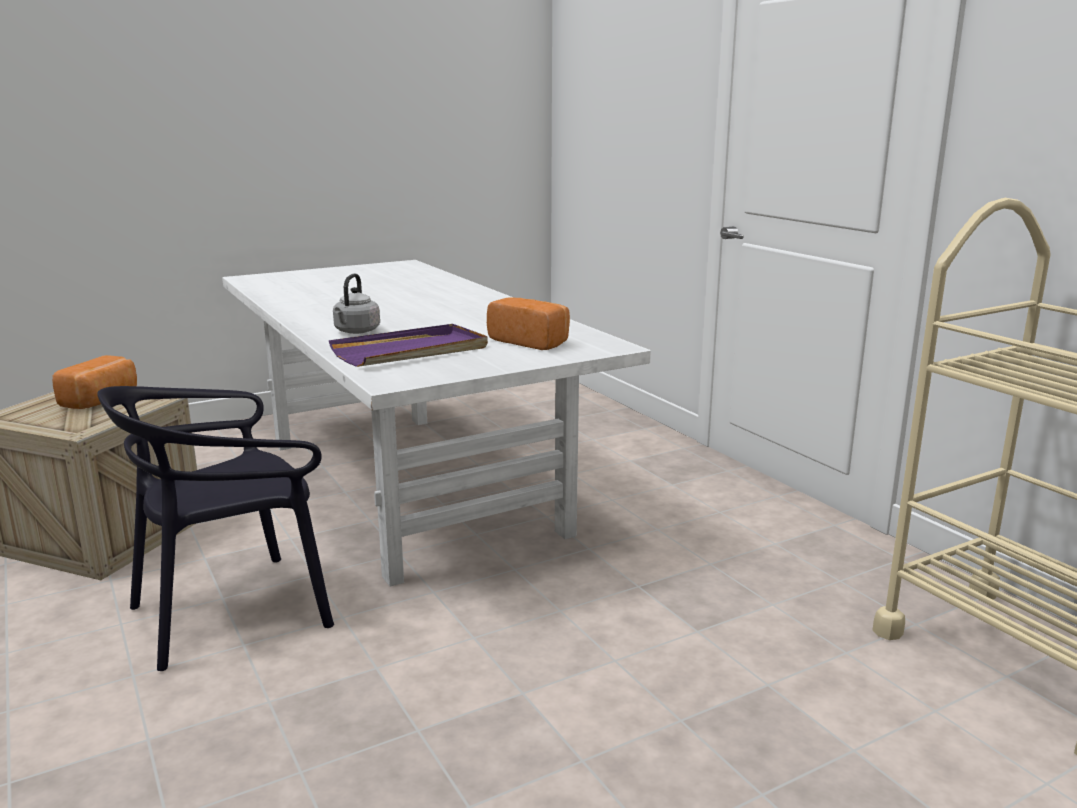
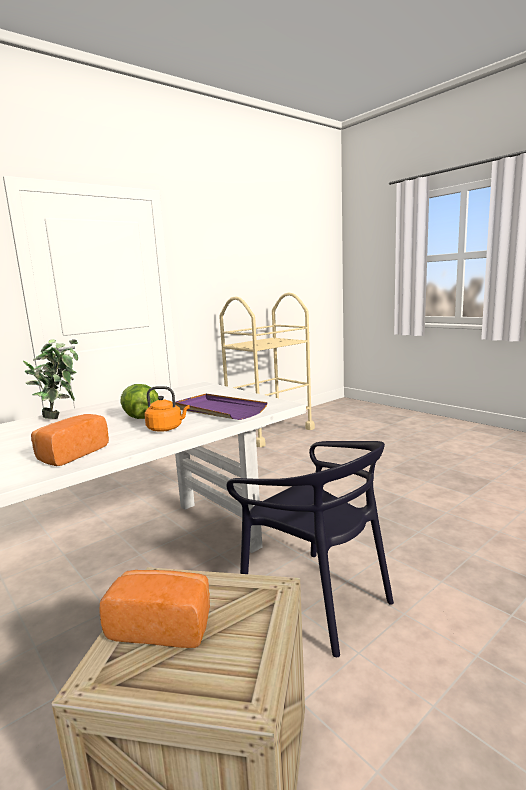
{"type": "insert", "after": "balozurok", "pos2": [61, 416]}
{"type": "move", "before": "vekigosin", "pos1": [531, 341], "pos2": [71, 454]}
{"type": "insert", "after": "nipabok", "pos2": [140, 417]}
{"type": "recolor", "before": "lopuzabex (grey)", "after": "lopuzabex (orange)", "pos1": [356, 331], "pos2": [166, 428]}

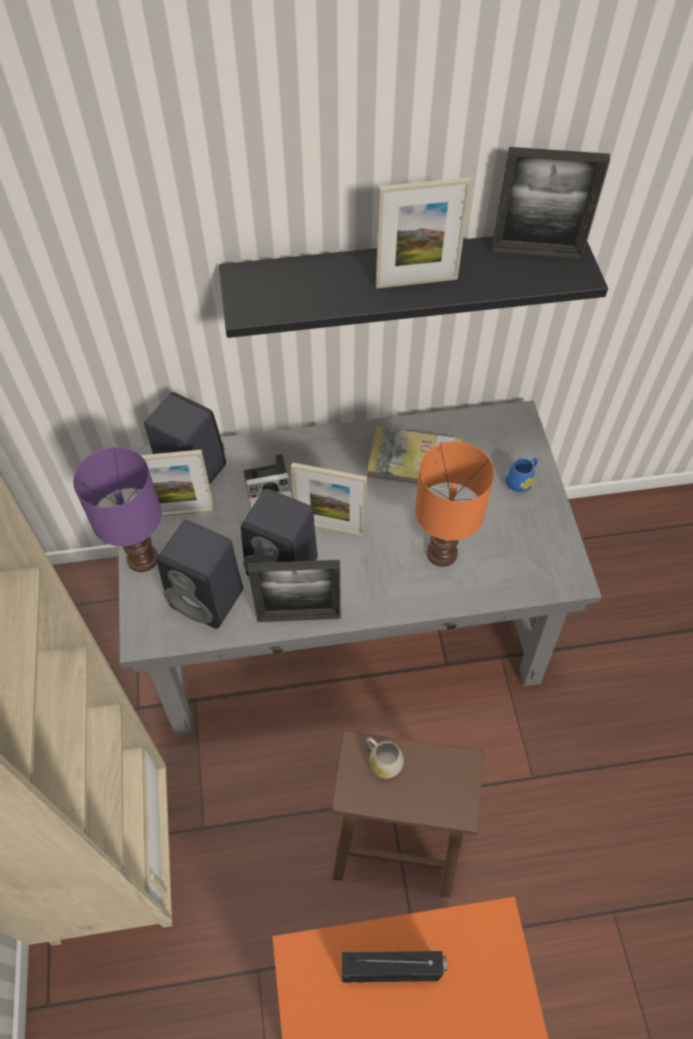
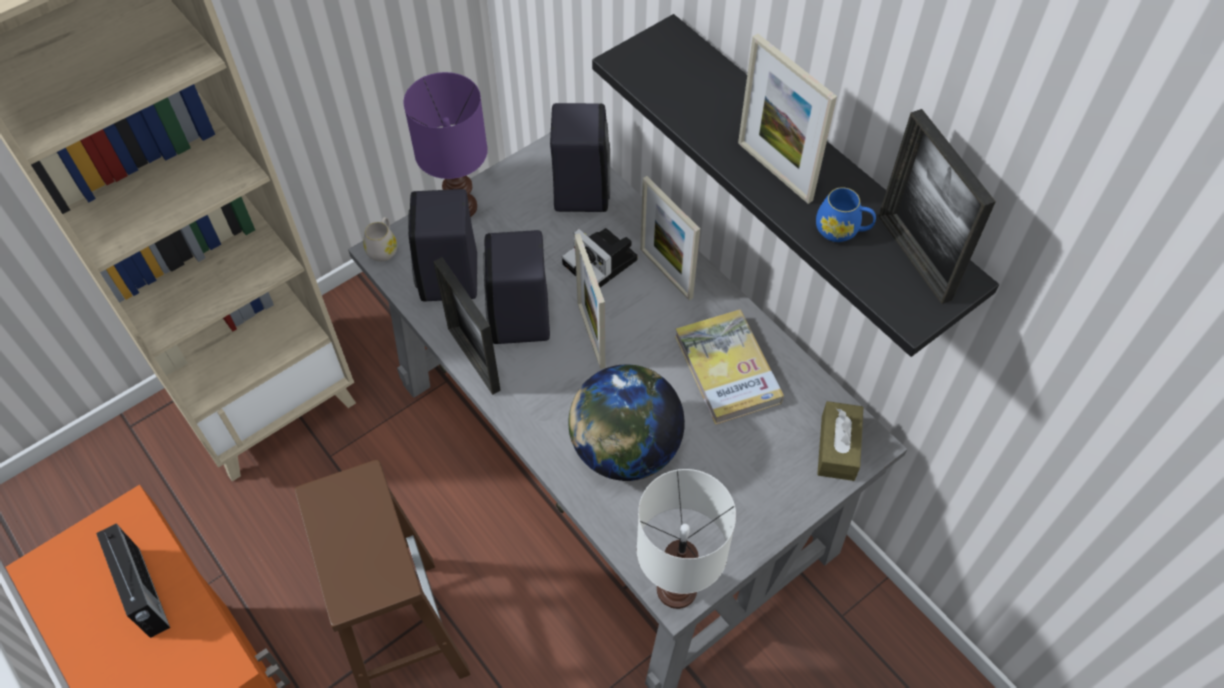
{"type": "move", "before": "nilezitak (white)", "pos1": [382, 760], "pos2": [383, 248]}
{"type": "replace", "before": "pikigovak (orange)", "after": "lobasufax", "pos1": [442, 554], "pos2": [625, 449]}
{"type": "insert", "after": "pikigovak (white)", "pos2": [677, 587]}
{"type": "move", "before": "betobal", "pos1": [180, 512], "pos2": [666, 273]}
{"type": "move", "before": "nilezitak (blue)", "pos1": [521, 481], "pos2": [842, 230]}
{"type": "insert", "after": "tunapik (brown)", "pos2": [837, 447]}

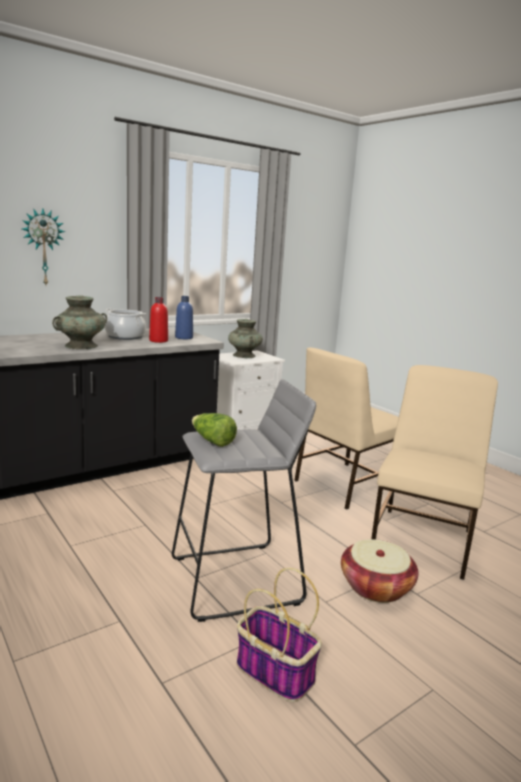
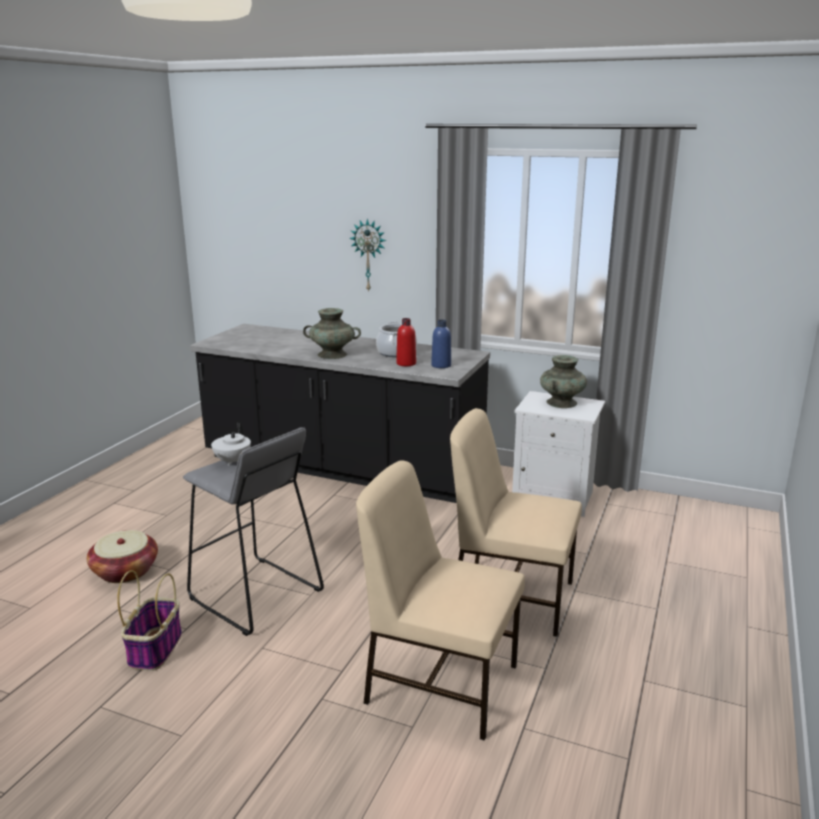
{"type": "move", "before": "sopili", "pos1": [376, 587], "pos2": [125, 571]}
{"type": "replace", "before": "nipabok", "after": "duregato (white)", "pos1": [212, 441], "pos2": [232, 461]}
{"type": "rotate", "before": "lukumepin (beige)", "pos1": [423, 540], "pos2": [439, 682], "turn": -150}

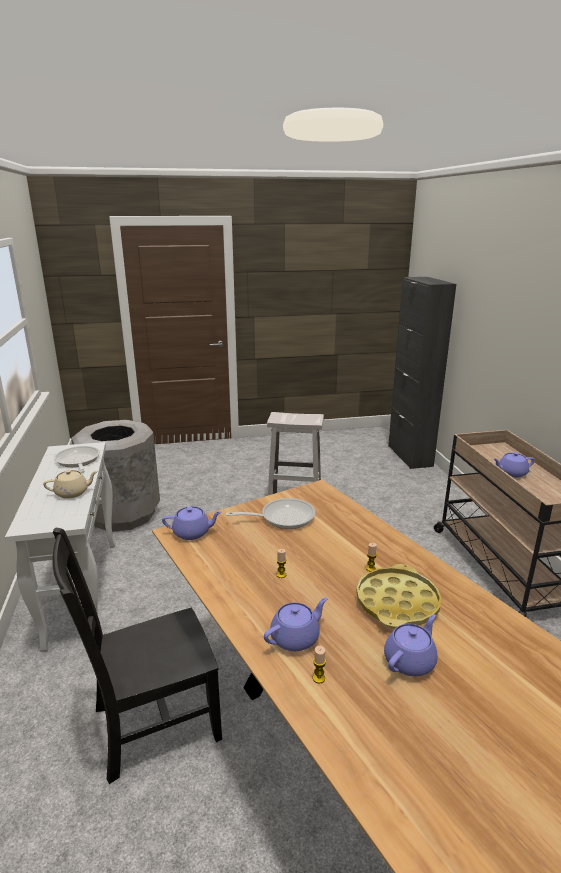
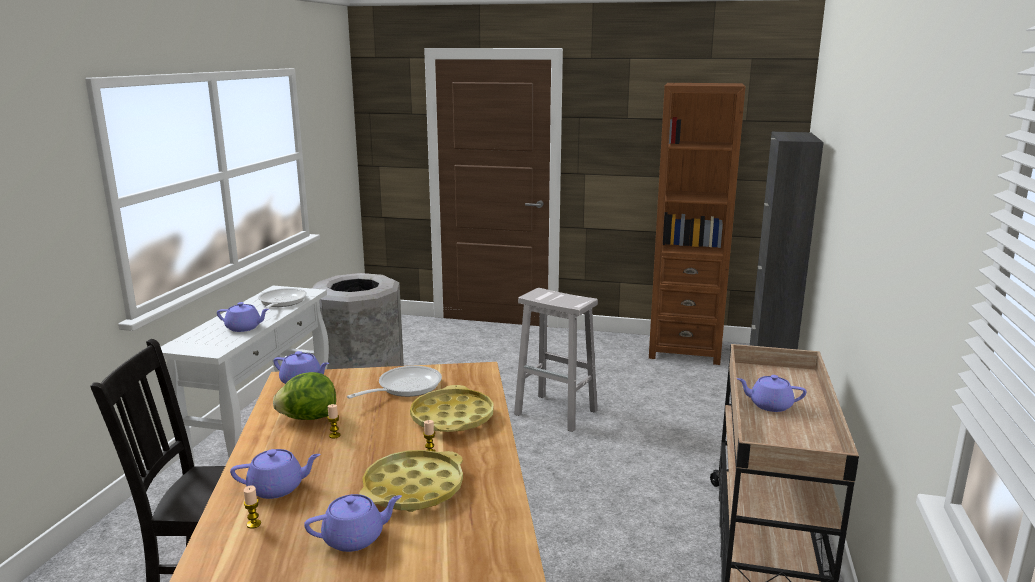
{"type": "recolor", "before": "duregato (beige)", "after": "duregato (purple)", "pos1": [73, 493], "pos2": [244, 328]}
{"type": "insert", "after": "nipabok", "pos2": [308, 418]}
{"type": "rotate", "before": "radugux", "pos1": [282, 517], "pos2": [404, 387], "turn": -60}
{"type": "insert", "after": "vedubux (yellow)", "pos2": [452, 417]}
{"type": "insert", "after": "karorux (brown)", "pos2": [684, 350]}

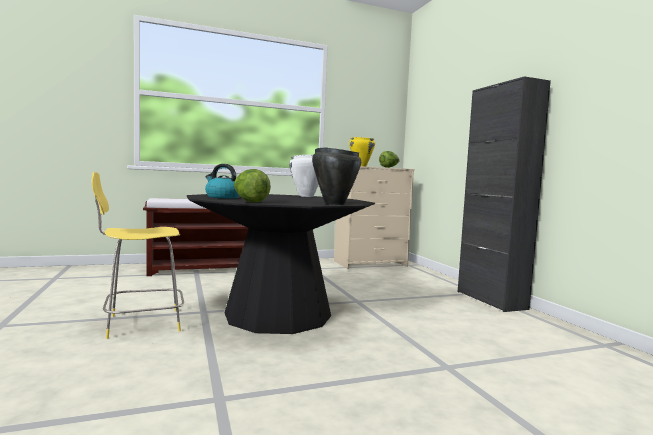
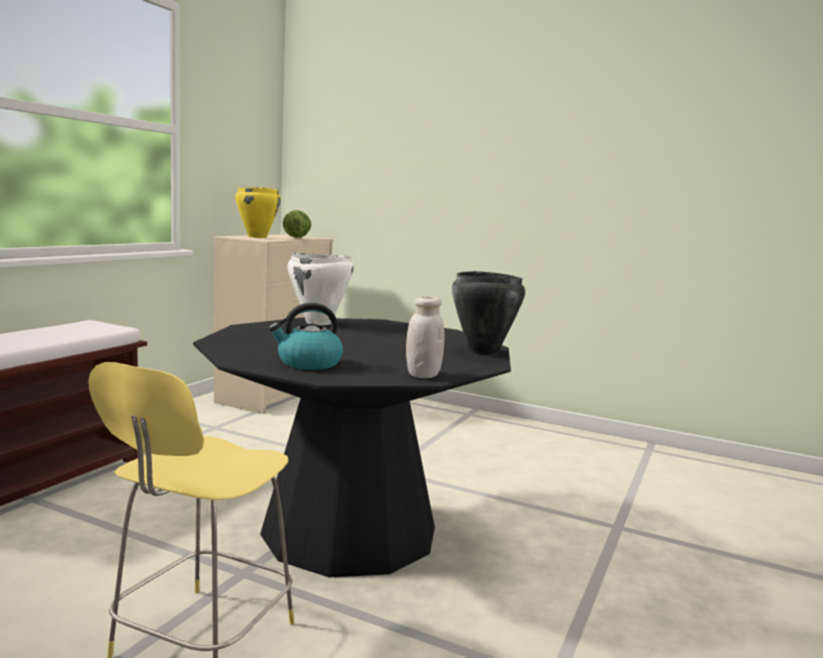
{"type": "replace", "before": "nipabok", "after": "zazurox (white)", "pos1": [250, 202], "pos2": [423, 375]}
{"type": "delete", "before": "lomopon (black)", "pos1": [491, 300]}

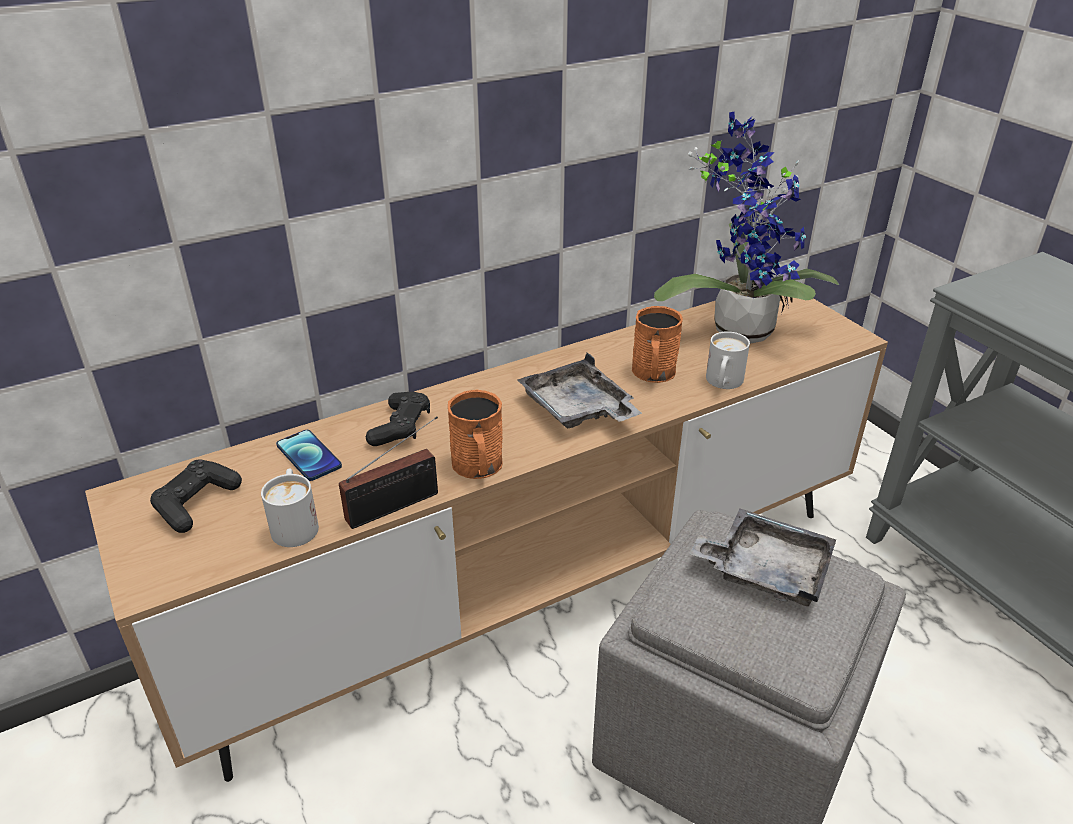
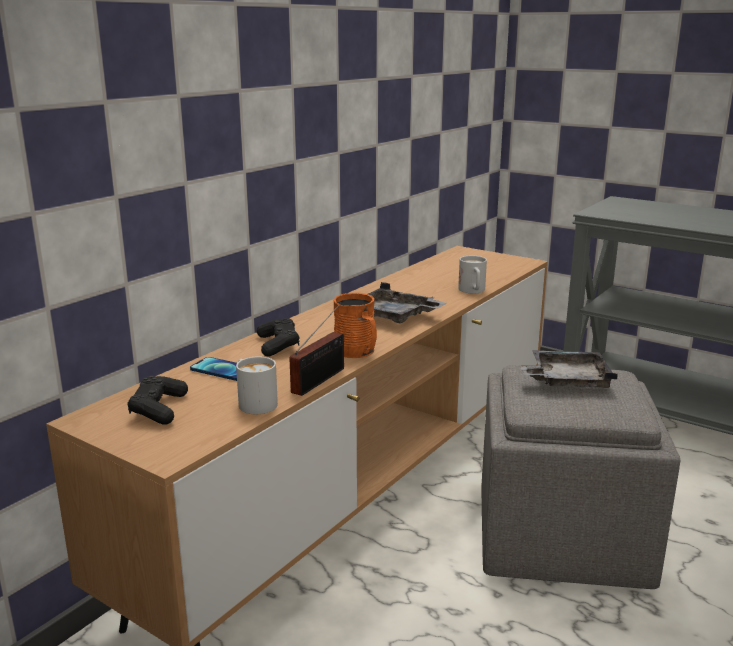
{"type": "delete", "before": "nilezitak (orange)", "pos1": [653, 374]}
{"type": "delete", "before": "balozurok", "pos1": [738, 327]}

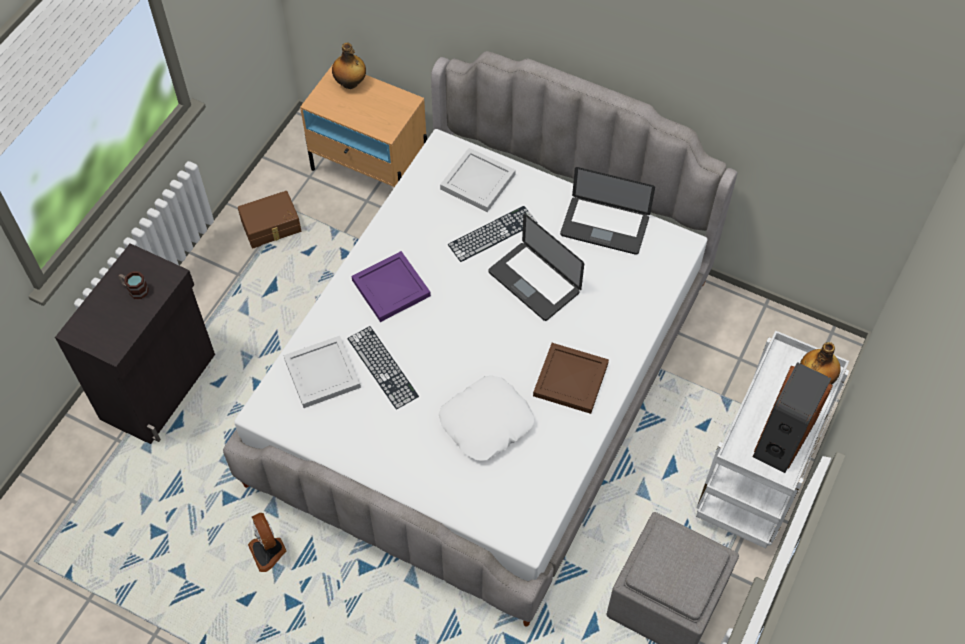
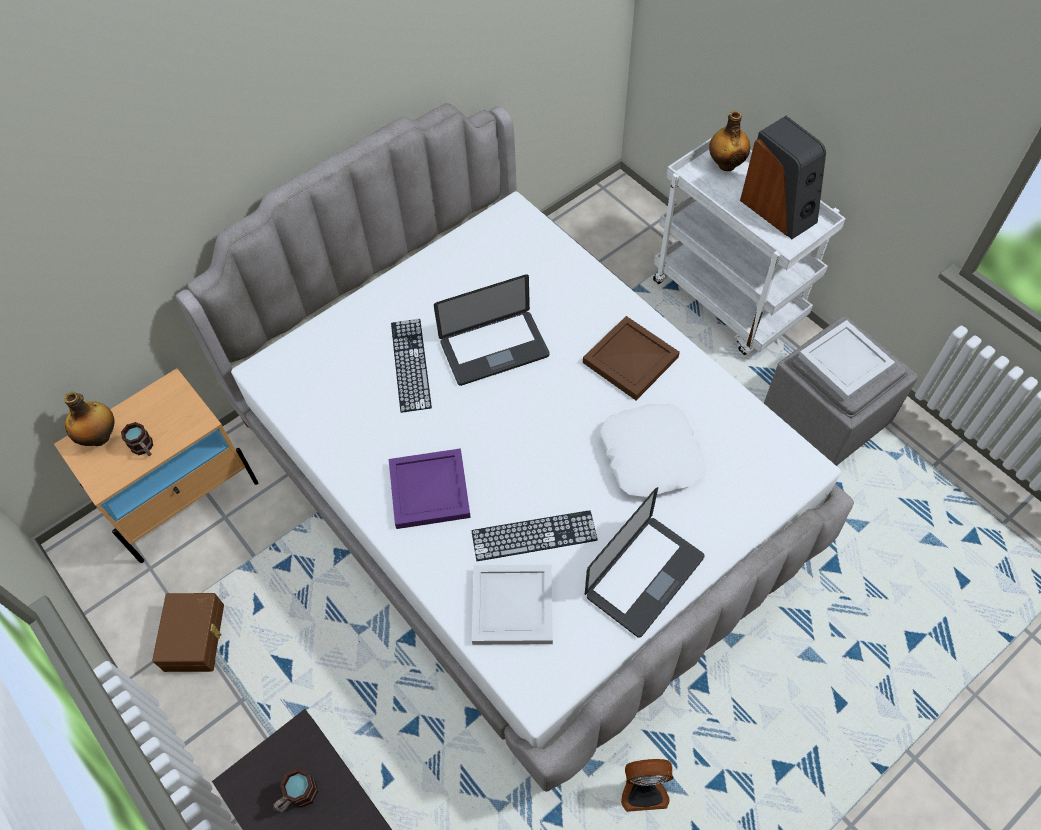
{"type": "insert", "after": "nilezitak", "pos2": [144, 448]}
{"type": "move", "before": "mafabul", "pos1": [604, 226], "pos2": [644, 576]}
{"type": "move", "before": "vedubux (white)", "pos1": [476, 182], "pos2": [844, 363]}

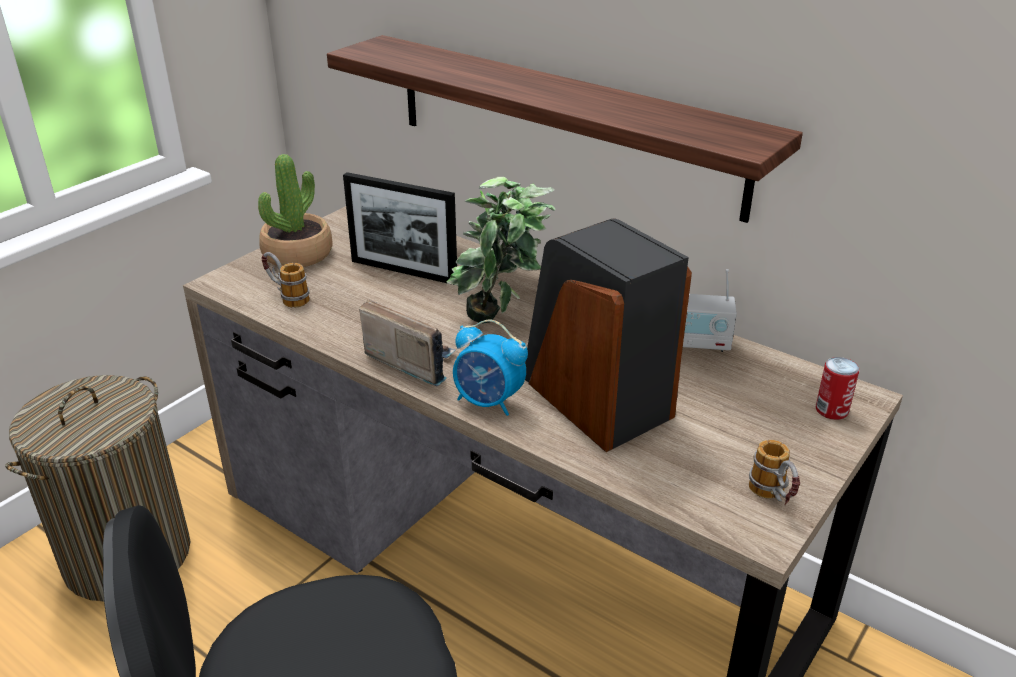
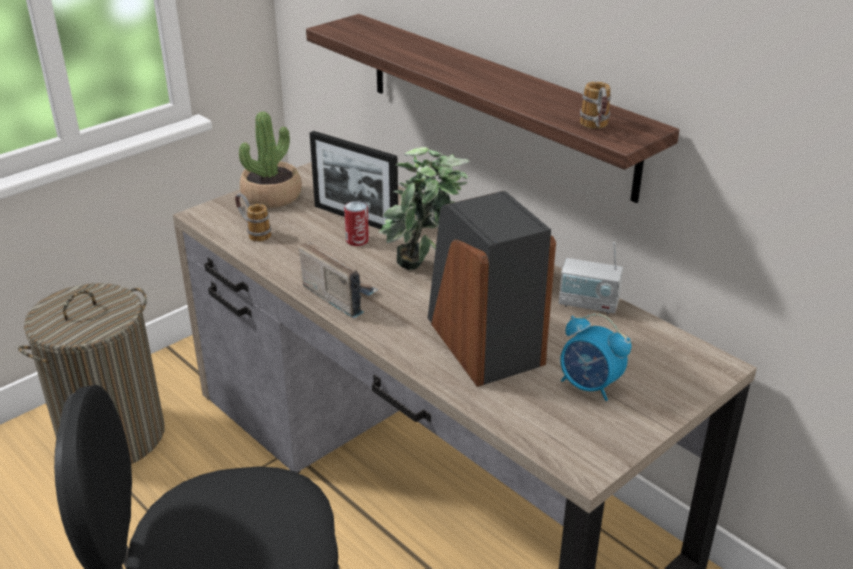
{"type": "move", "before": "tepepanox", "pos1": [831, 410], "pos2": [357, 240]}
{"type": "move", "before": "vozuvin", "pos1": [489, 402], "pos2": [589, 386]}
{"type": "move", "before": "nilezitak", "pos1": [773, 498], "pos2": [596, 128]}

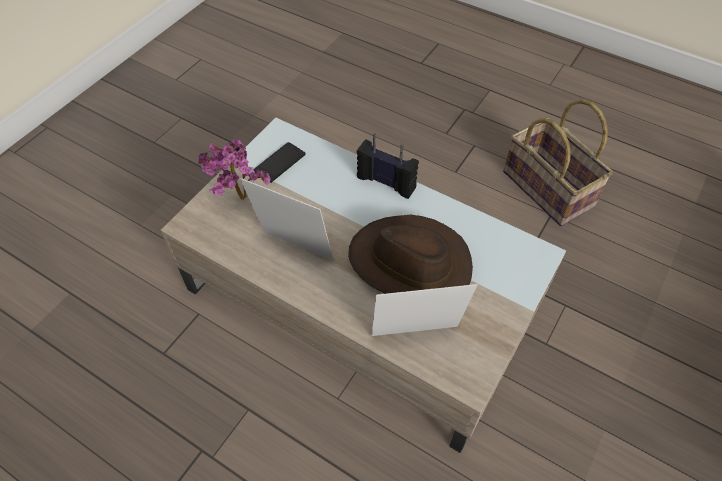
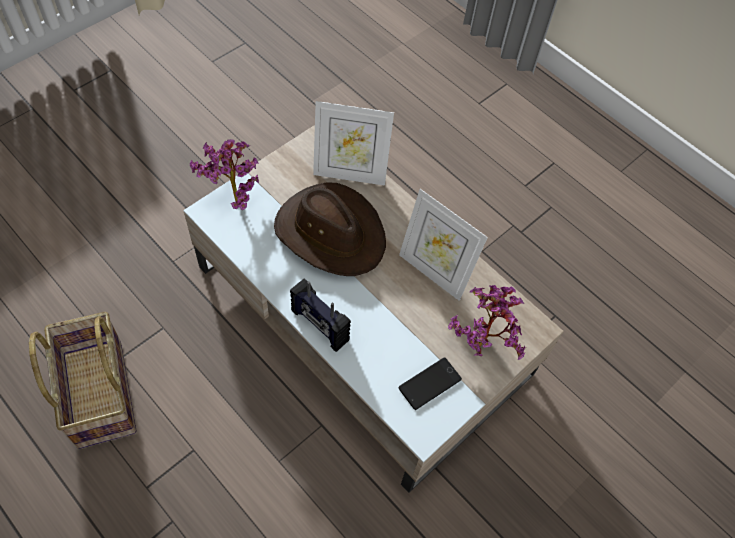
{"type": "insert", "after": "balozurok", "pos2": [232, 199]}

